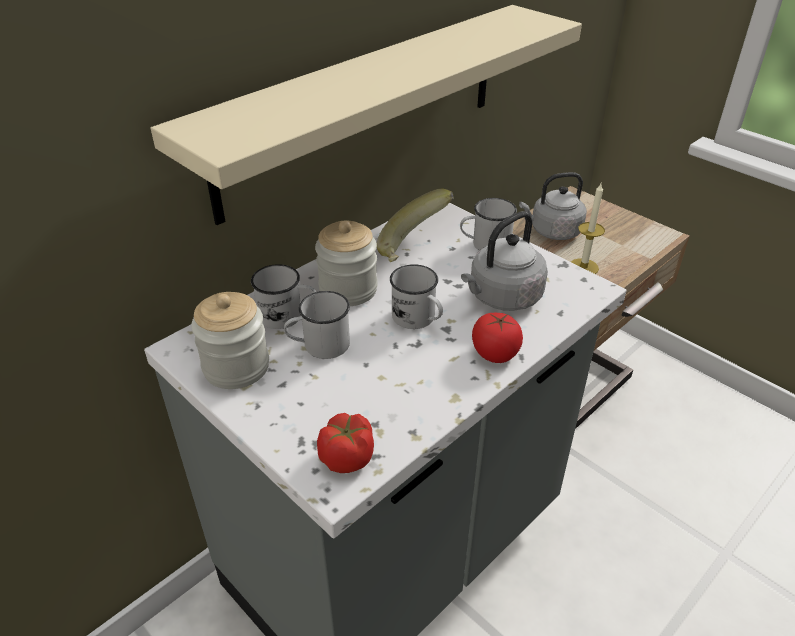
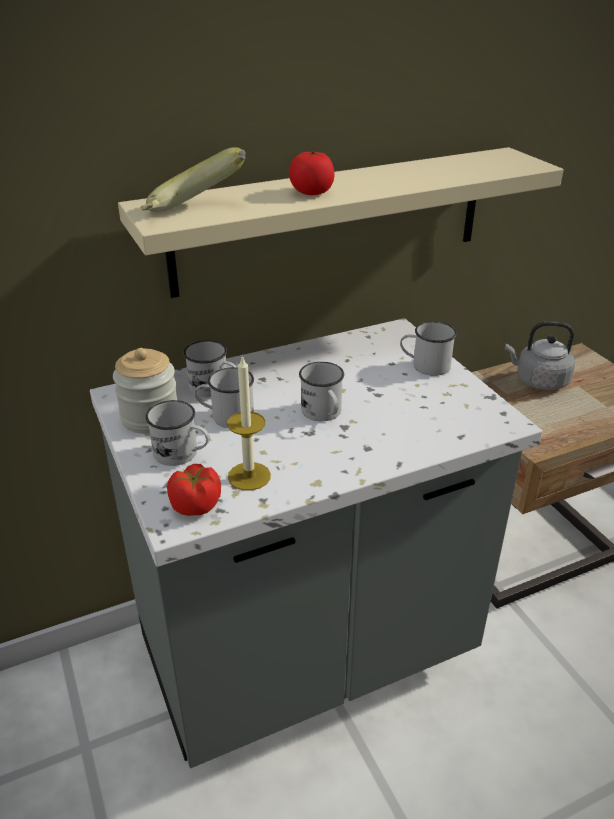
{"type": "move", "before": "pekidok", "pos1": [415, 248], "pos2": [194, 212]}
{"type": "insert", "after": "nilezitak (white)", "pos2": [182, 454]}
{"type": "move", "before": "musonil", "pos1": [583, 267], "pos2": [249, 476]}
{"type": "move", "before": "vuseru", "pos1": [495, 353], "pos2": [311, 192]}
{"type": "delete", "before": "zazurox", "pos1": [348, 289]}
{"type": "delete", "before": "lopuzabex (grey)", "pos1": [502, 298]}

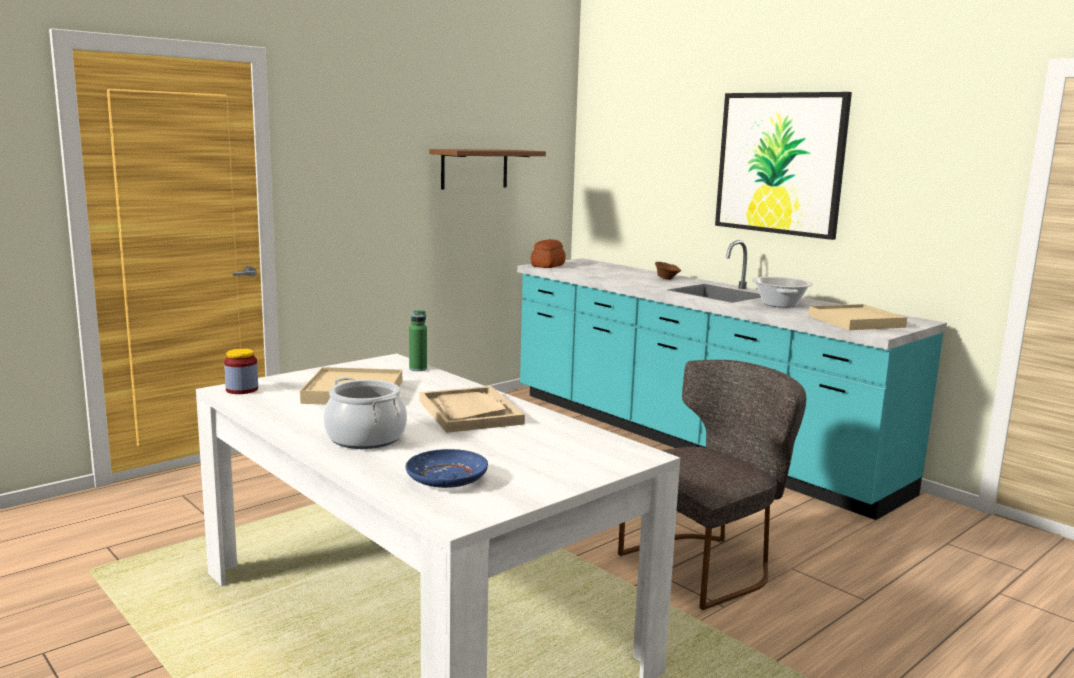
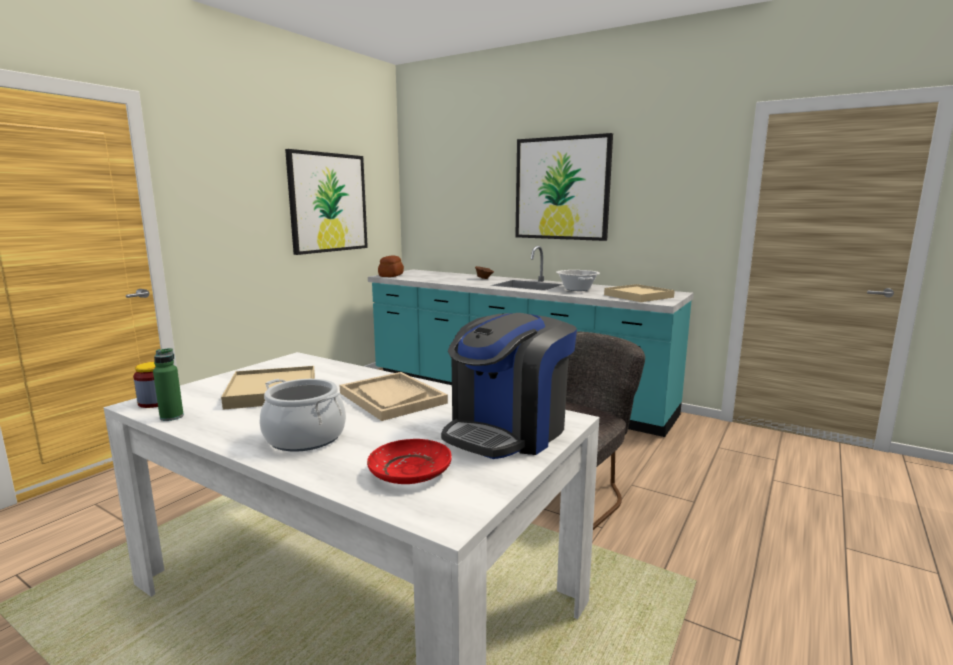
{"type": "move", "before": "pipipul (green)", "pos1": [418, 369], "pos2": [171, 417]}
{"type": "replace", "before": "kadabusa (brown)", "after": "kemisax", "pos1": [474, 168], "pos2": [328, 202]}
{"type": "recolor", "before": "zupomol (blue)", "after": "zupomol (red)", "pos1": [447, 479], "pos2": [410, 471]}
{"type": "insert", "after": "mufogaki", "pos2": [508, 431]}

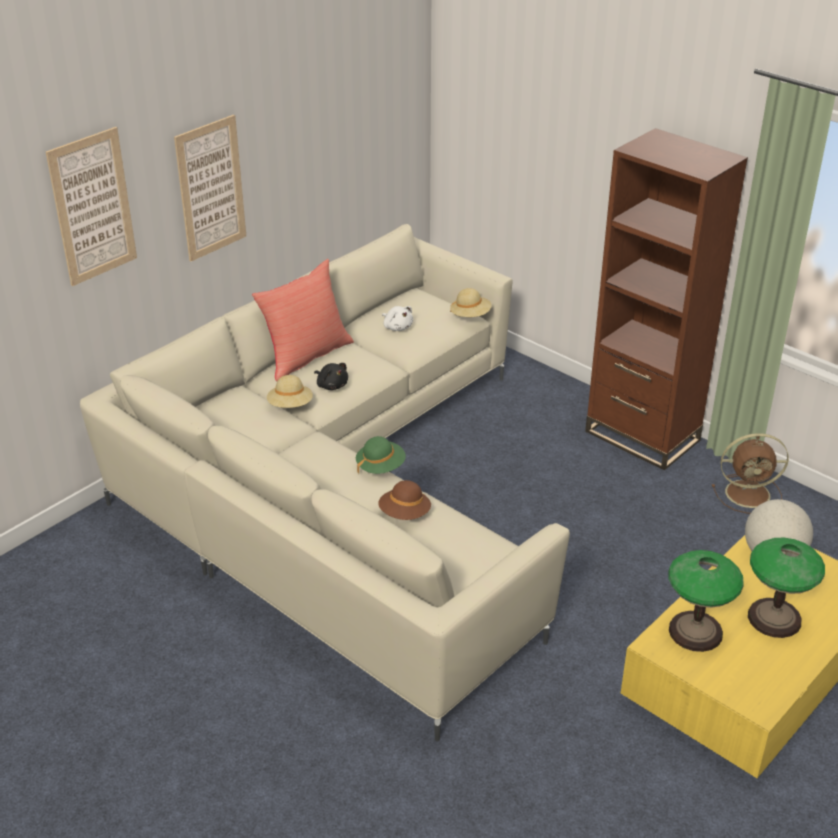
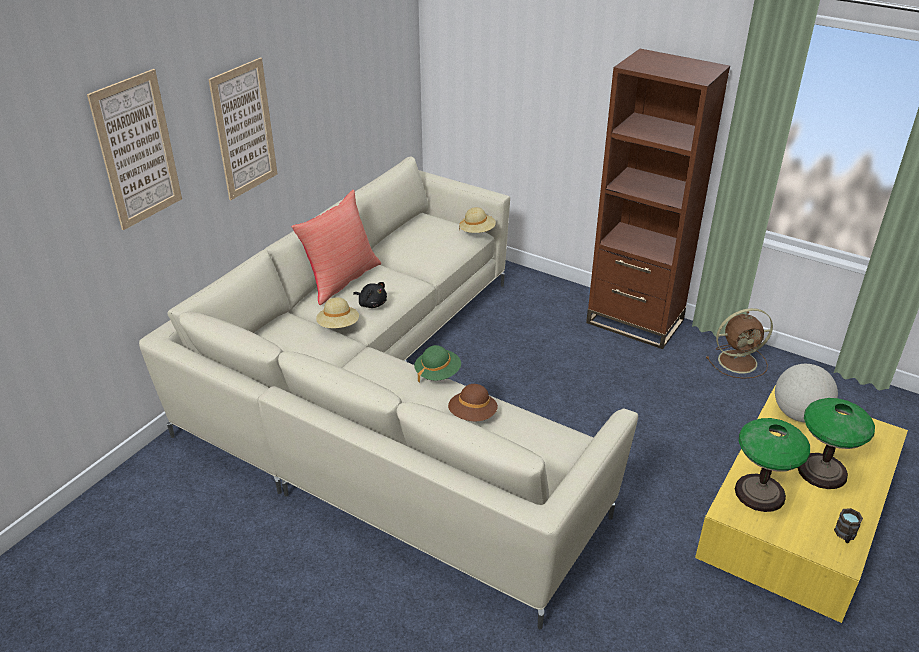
{"type": "insert", "after": "nilezitak (brown)", "pos2": [845, 536]}
{"type": "delete", "before": "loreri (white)", "pos1": [397, 327]}

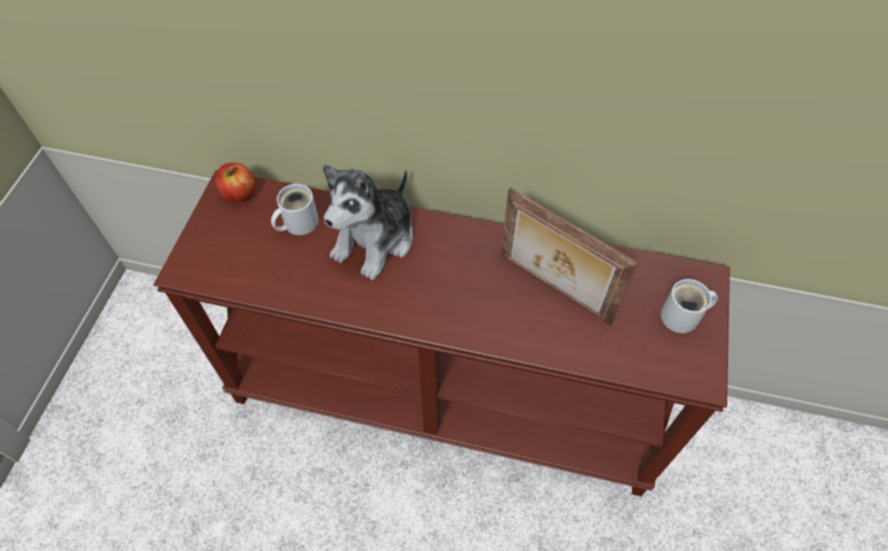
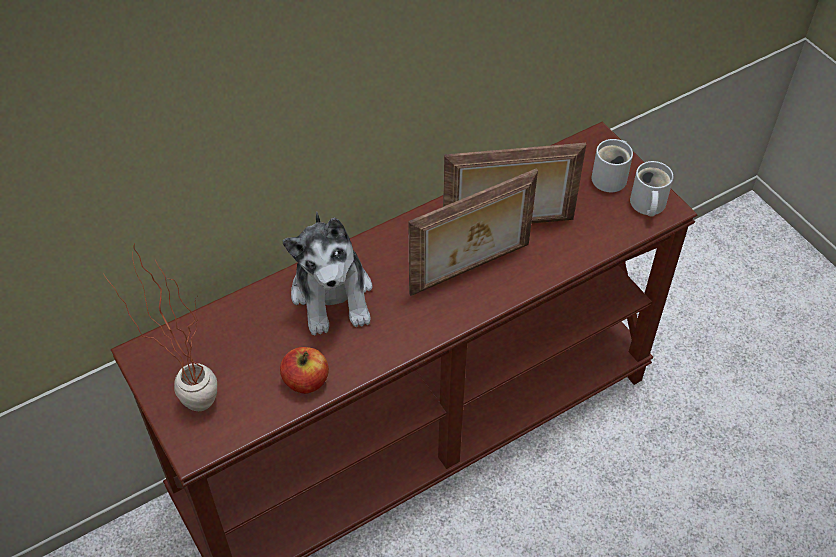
{"type": "insert", "after": "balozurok", "pos2": [188, 400]}
{"type": "move", "before": "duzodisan", "pos1": [239, 193], "pos2": [306, 381]}
{"type": "insert", "after": "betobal", "pos2": [471, 270]}
{"type": "move", "before": "nilezitak (white)", "pos1": [297, 223], "pos2": [646, 205]}

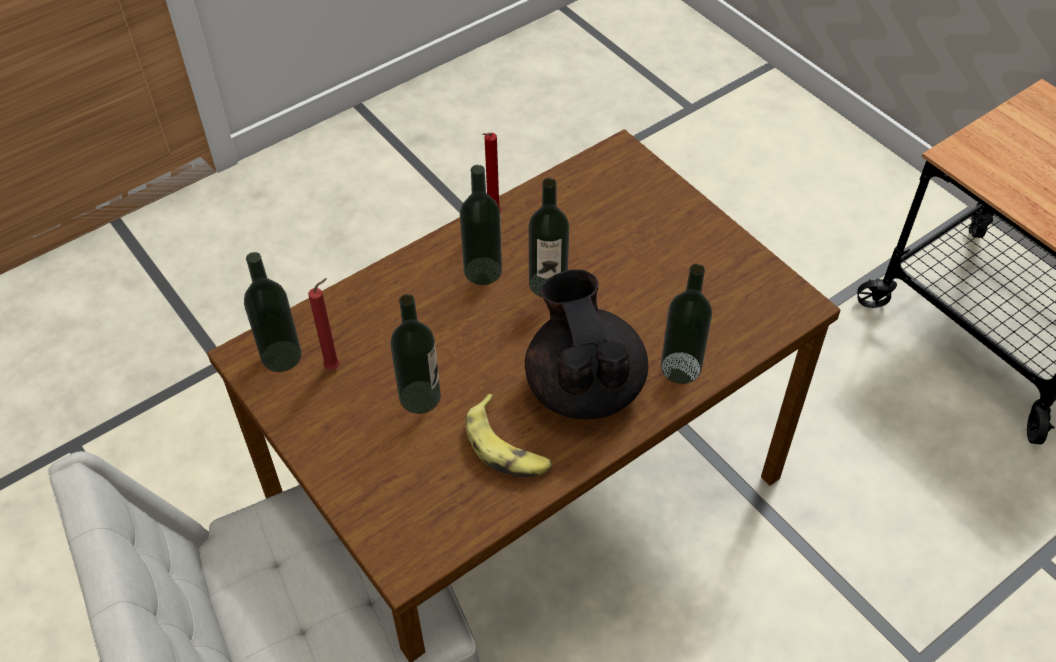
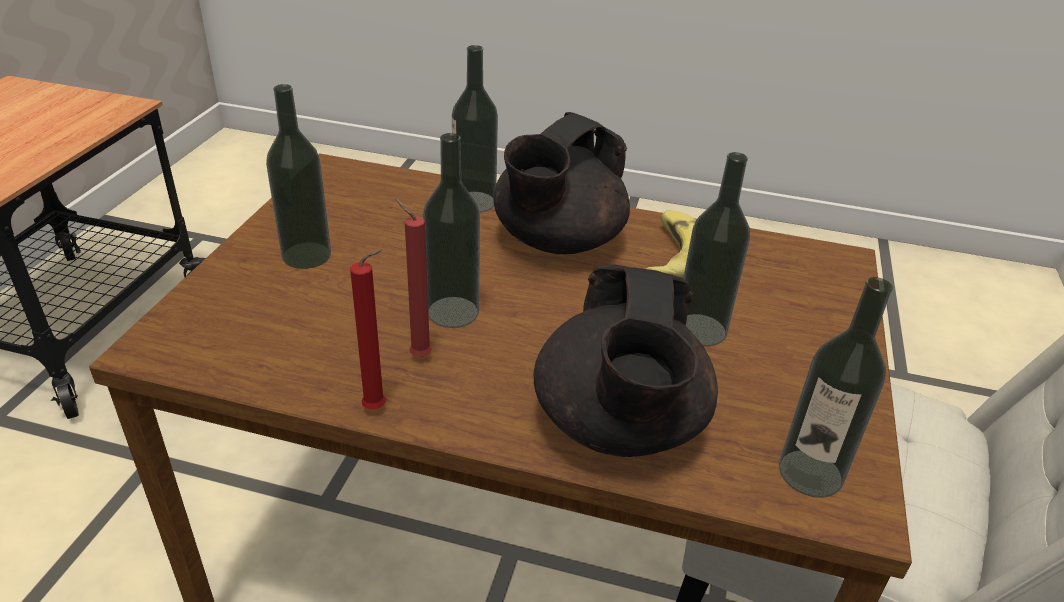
{"type": "move", "before": "pipipul", "pos1": [483, 271], "pos2": [306, 255]}
{"type": "move", "before": "musonil (red)", "pos1": [335, 366], "pos2": [417, 355]}
{"type": "insert", "after": "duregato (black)", "pos2": [619, 426]}

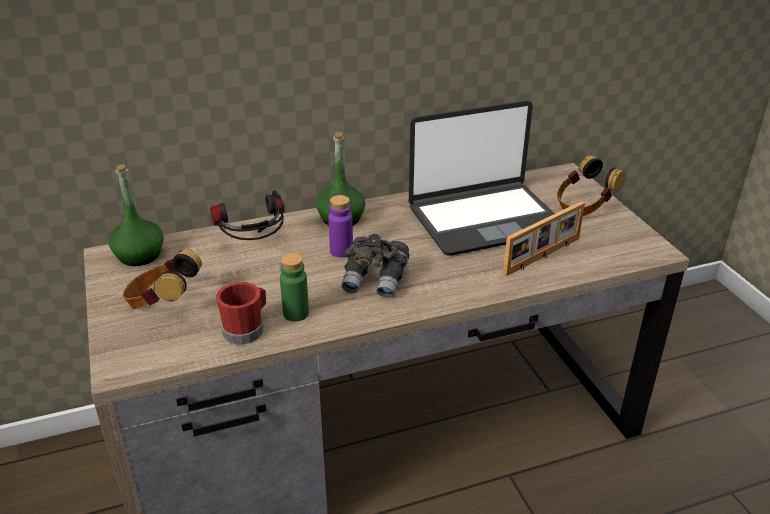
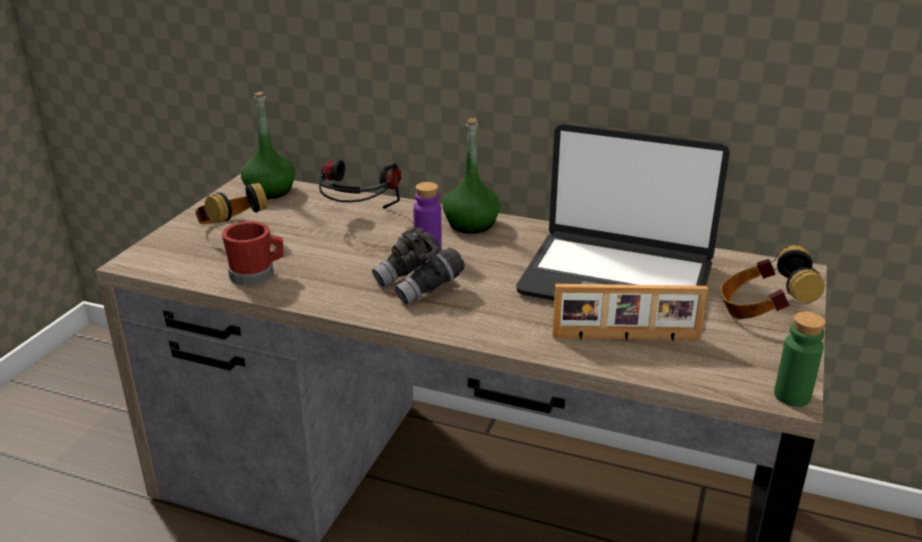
{"type": "move", "before": "pipipul (green)", "pos1": [296, 313], "pos2": [792, 396]}

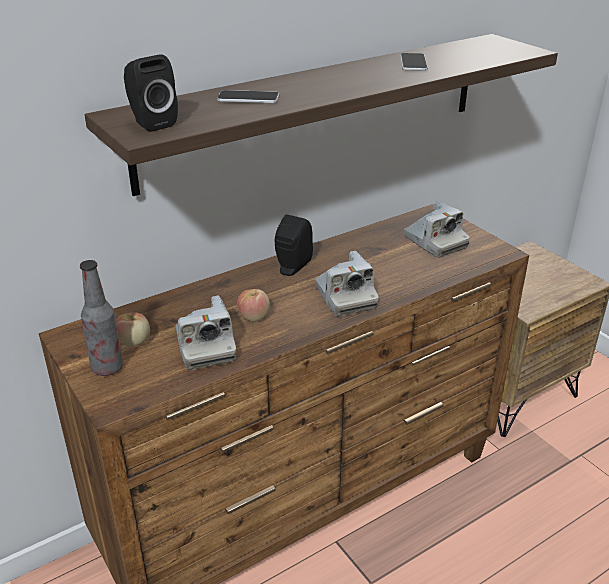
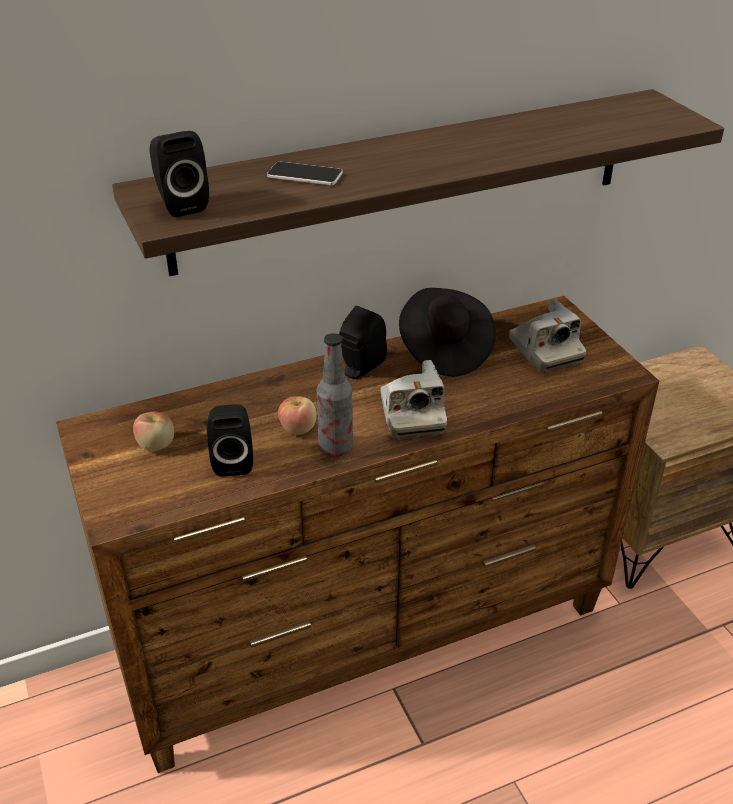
{"type": "replace", "before": "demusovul", "after": "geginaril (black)", "pos1": [205, 347], "pos2": [233, 461]}
{"type": "move", "before": "pipipul", "pos1": [107, 368], "pos2": [335, 448]}
{"type": "insert", "after": "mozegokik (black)", "pos2": [444, 350]}
{"type": "delete", "before": "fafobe", "pos1": [413, 63]}

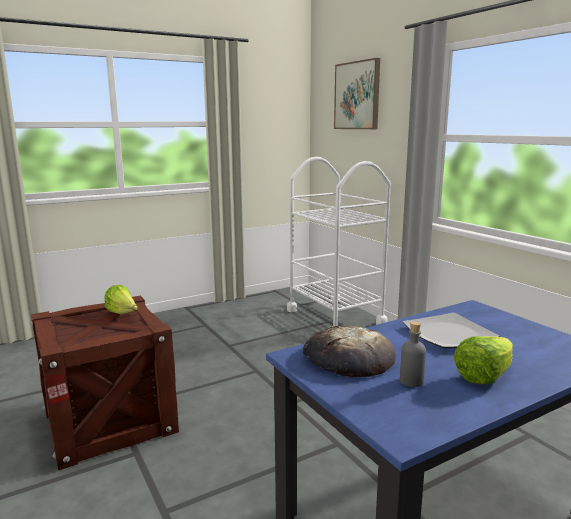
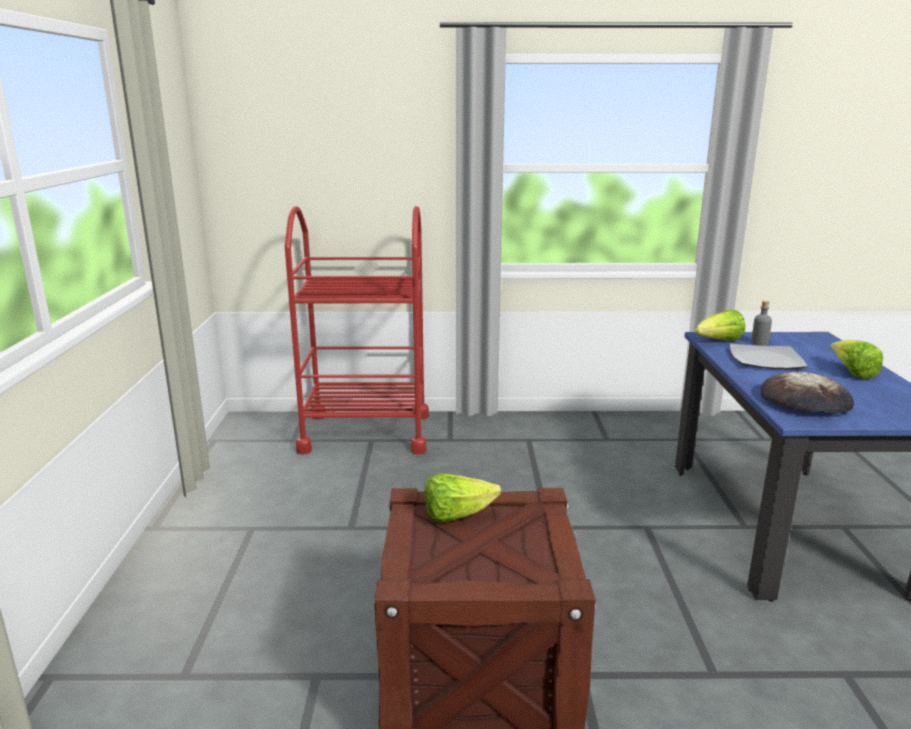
{"type": "recolor", "before": "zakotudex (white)", "after": "zakotudex (red)", "pos1": [335, 317], "pos2": [366, 433]}
{"type": "insert", "after": "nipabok", "pos2": [719, 341]}
{"type": "move", "before": "pipipul (grey)", "pos1": [411, 381], "pos2": [759, 343]}
{"type": "delete", "before": "kemisax", "pos1": [357, 96]}

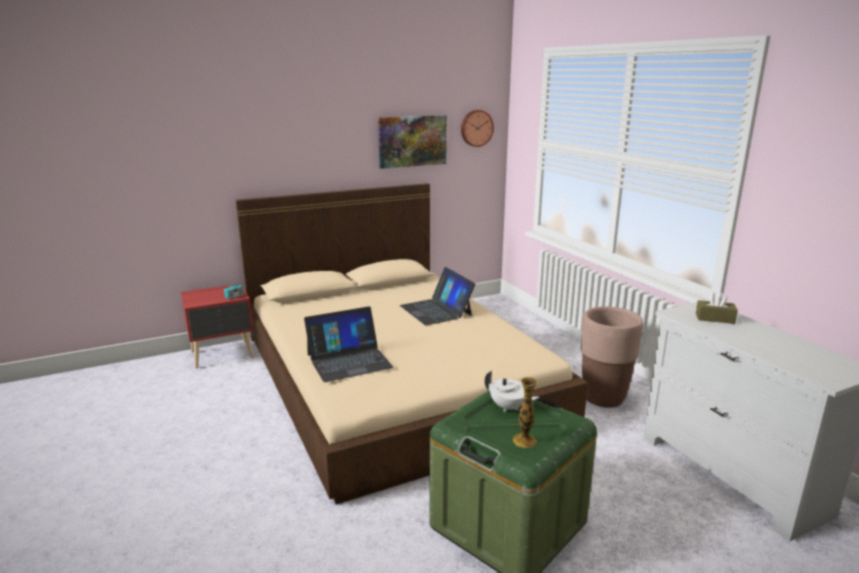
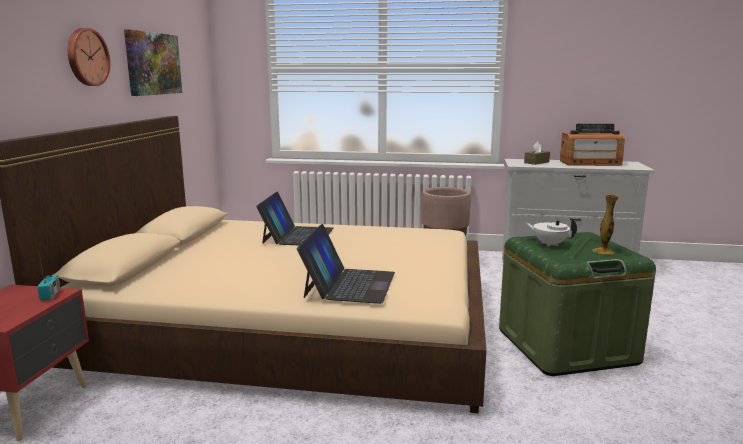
{"type": "move", "before": "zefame", "pos1": [476, 128], "pos2": [86, 57]}
{"type": "rotate", "before": "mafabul", "pos1": [436, 310], "pos2": [297, 235], "turn": -90}
{"type": "rotate", "before": "duregato (white)", "pos1": [509, 407], "pos2": [549, 244], "turn": -120}
{"type": "insert", "after": "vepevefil", "pos2": [590, 163]}

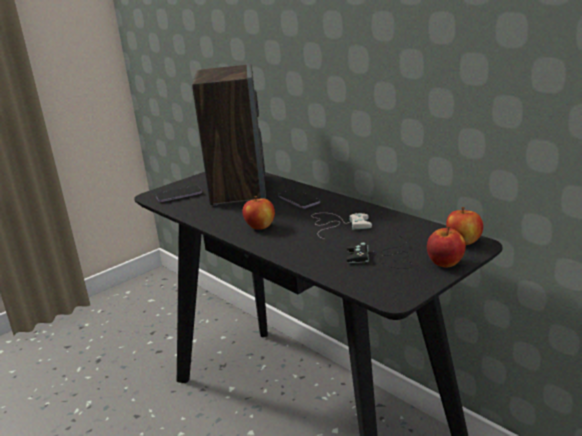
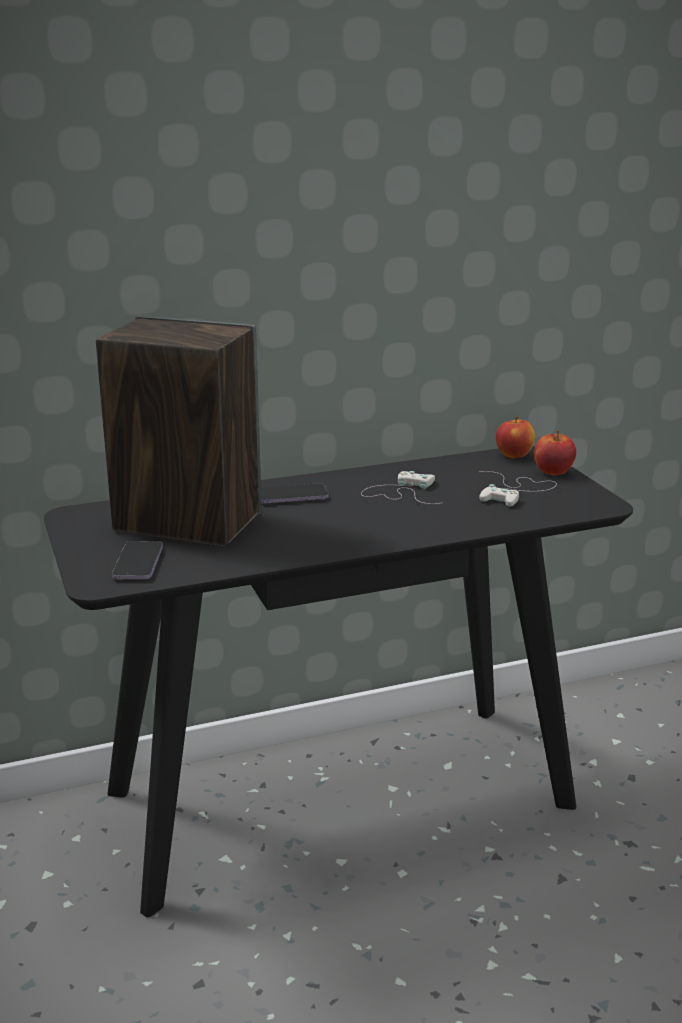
{"type": "recolor", "before": "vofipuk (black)", "after": "vofipuk (white)", "pos1": [383, 258], "pos2": [515, 491]}
{"type": "delete", "before": "duzodisan", "pos1": [260, 227]}

